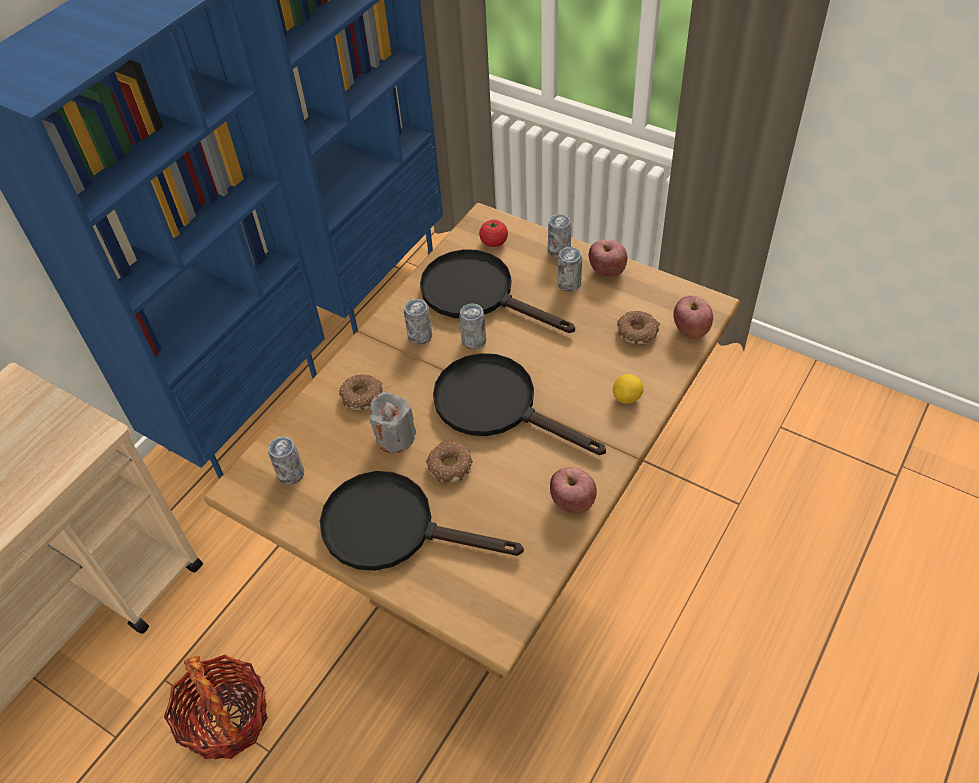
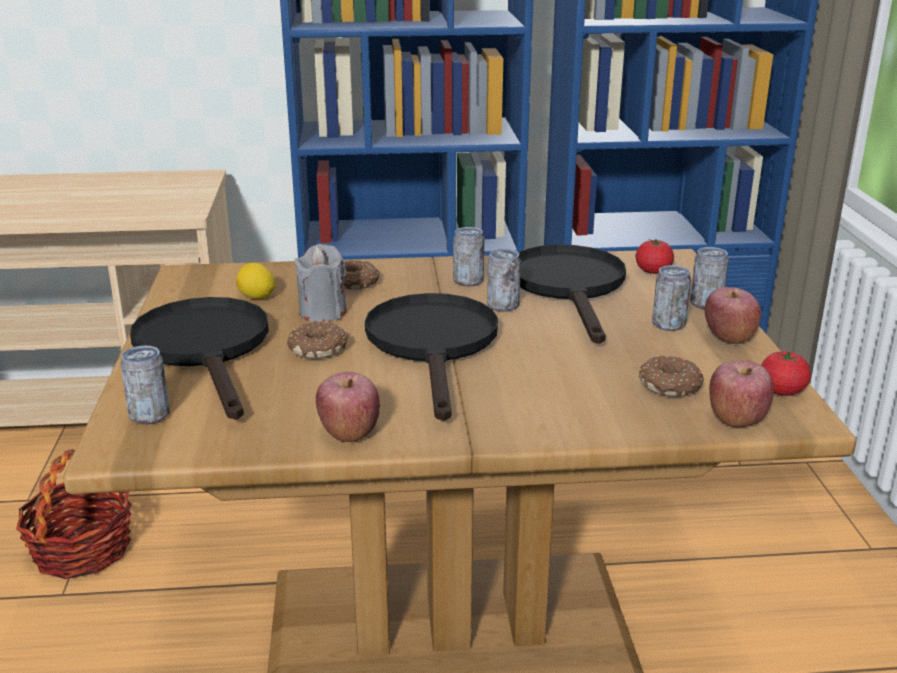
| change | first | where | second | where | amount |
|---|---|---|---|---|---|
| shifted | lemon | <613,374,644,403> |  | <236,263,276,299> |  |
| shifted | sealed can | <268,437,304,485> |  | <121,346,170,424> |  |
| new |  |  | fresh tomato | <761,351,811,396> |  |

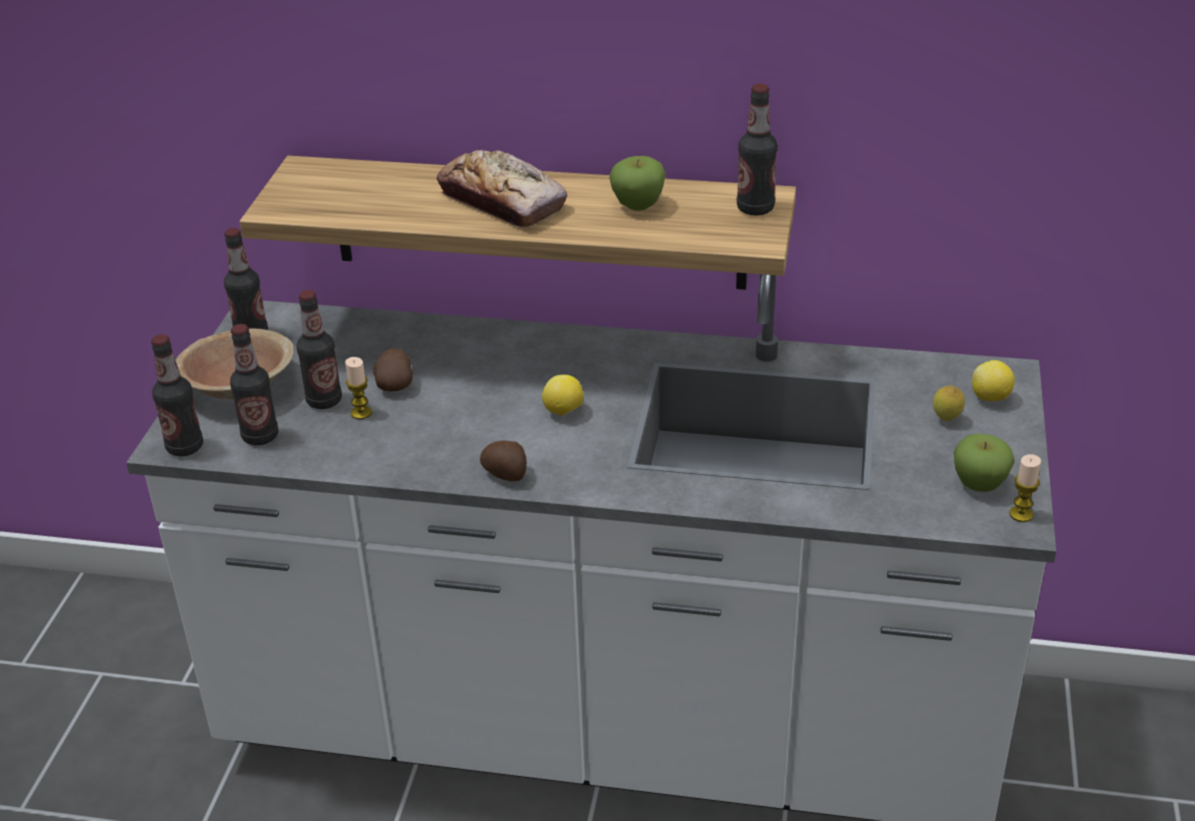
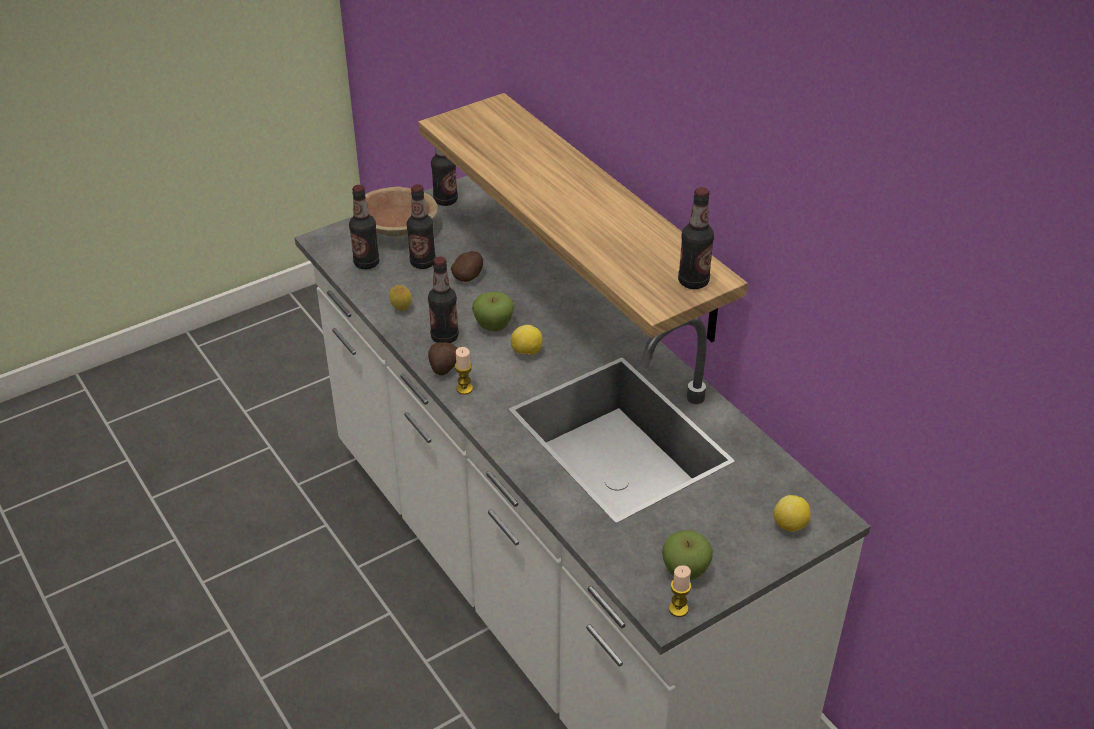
| change | first | where | second | where | amount |
|---|---|---|---|---|---|
| gone | bakery bread | <437,150,567,227> |  |  |  |
| shifted | apple | <609,156,666,211> |  | <472,292,515,331> |  |
| shifted | bottle | <151,334,203,456> |  | <428,257,459,343> |  |
| shifted | wax candle | <345,357,372,419> |  | <455,347,473,395> |  |
| shifted | lemon | <933,386,965,421> |  | <389,285,412,311> |  |

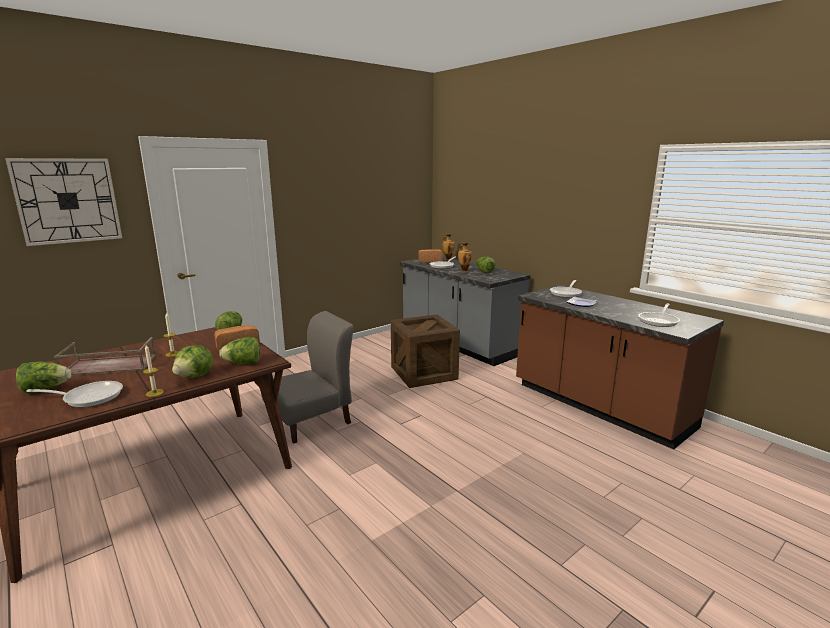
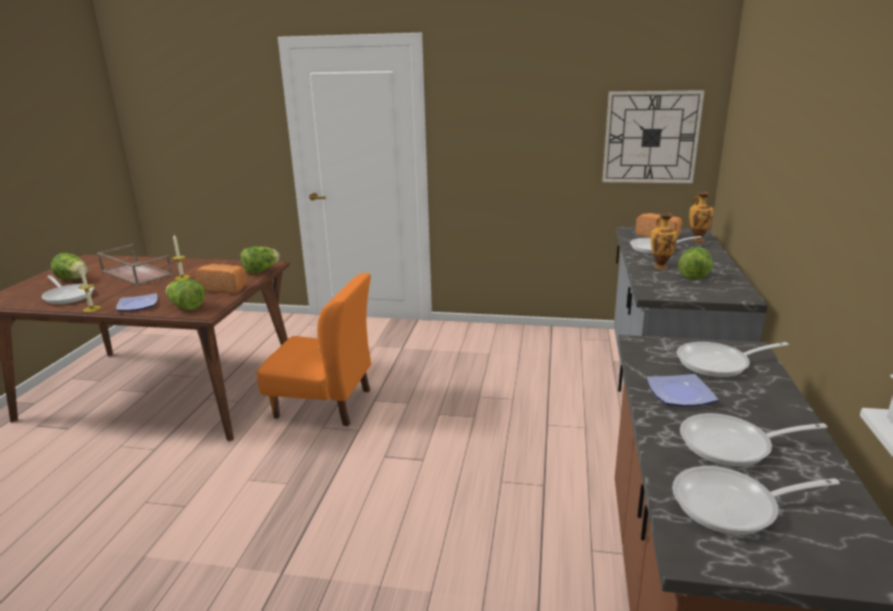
| change | first | where | second | where | amount |
|---|---|---|---|---|---|
| shifted | wall clock | <5,158,122,246> |  | <602,90,705,183> |  |
| repainted | plain chair (gray) | <261,311,354,444> | plain chair (orange) | <257,273,371,426> |  |
| gone | crate | <391,314,460,388> |  |  |  |
| swapped | lettuce | <172,345,213,378> | plate | <116,293,158,311> |  |
| new |  |  | skillet | <680,413,827,467> |  |

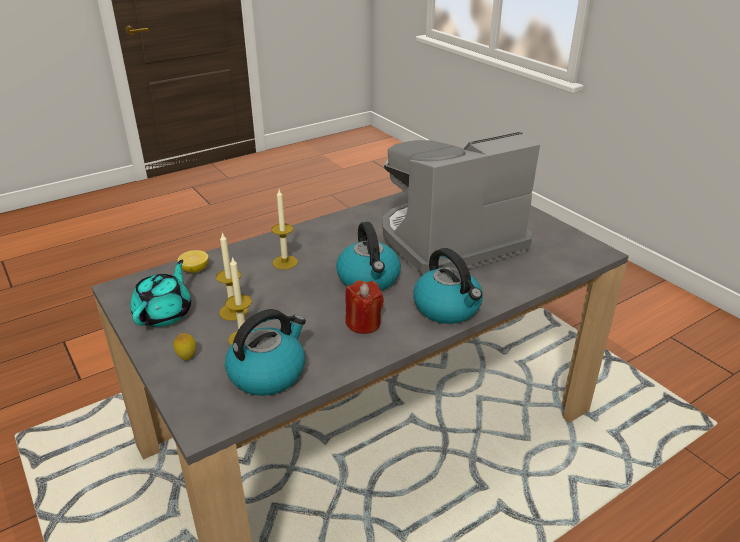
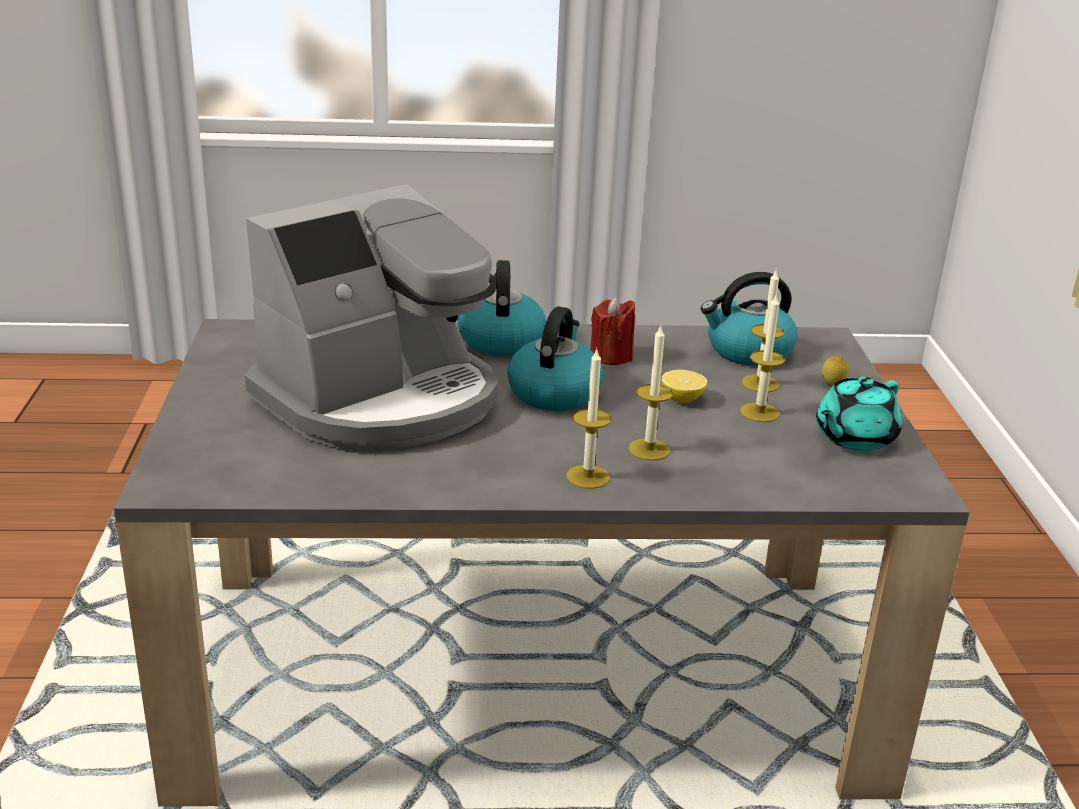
| change | first | where | second | where | amount |
|---|---|---|---|---|---|
| rotated | coffee brewer | <382,132,540,276> |  | <245,184,498,451> | 45 degrees counterclockwise |
| shifted | lemon | <178,250,208,273> |  | <661,370,707,403> |  |
| new |  |  | wax candle | <567,348,611,489> |  |

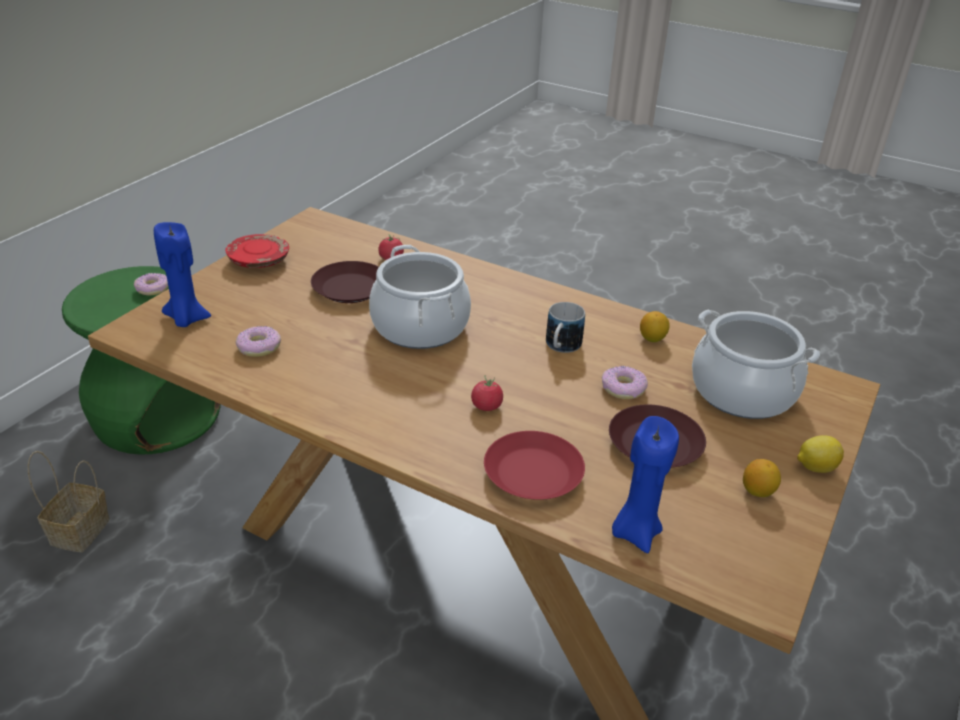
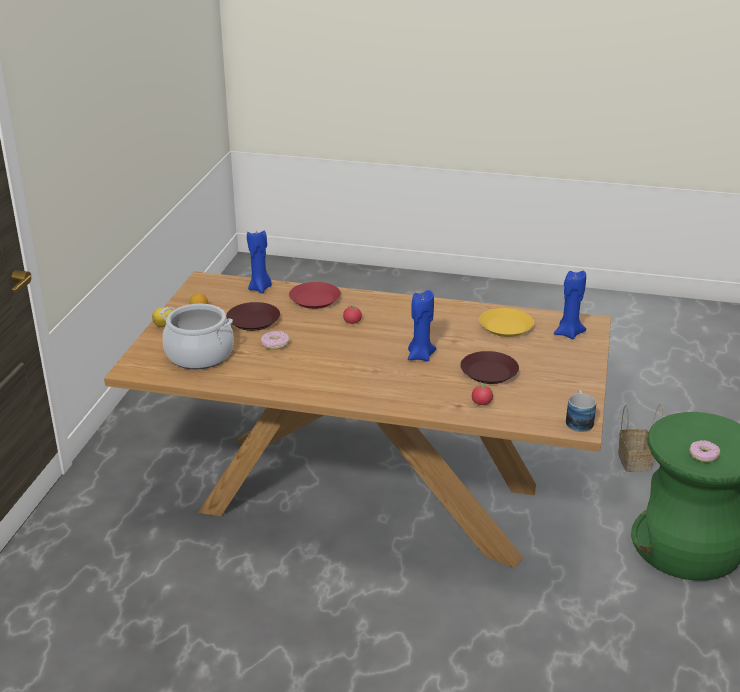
| change | first | where | second | where | amount |
|---|---|---|---|---|---|
| gone | plate (red-coloured) | <225,234,289,268> |  |  |  |
| swapped | saucepot | <369,245,471,349> | wax candle (bluish) | <408,290,436,362> |  |
| shifted | tea mug | <546,302,585,353> |  | <566,390,596,432> |  |
| gone | lemon | <640,311,670,342> |  |  |  |
| swapped | ring doughnut | <235,326,281,357> | plate (yellow-coloured) | <479,308,534,337> |  |

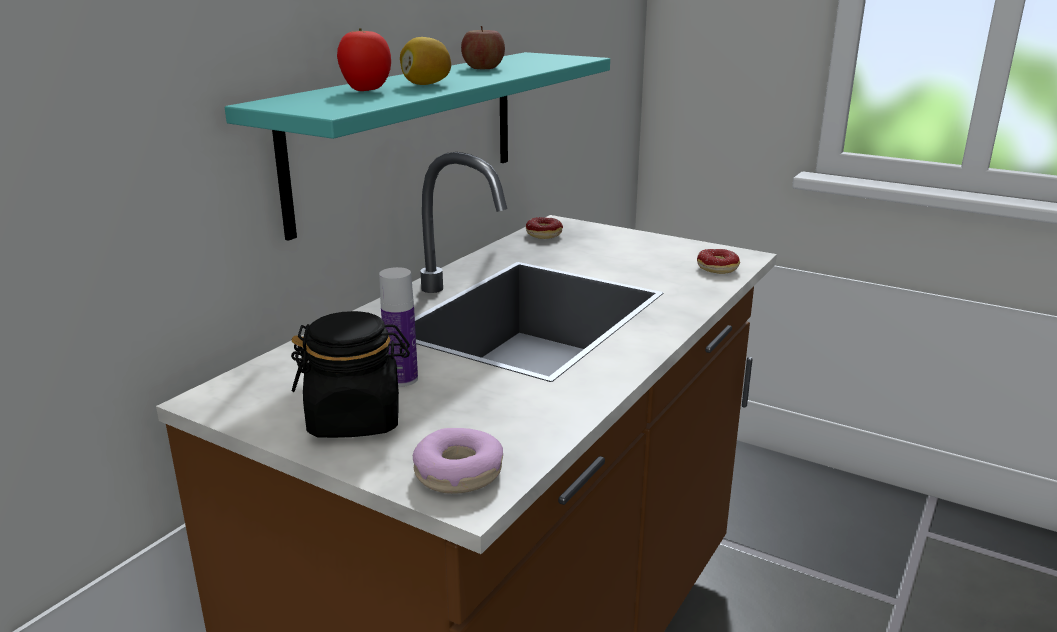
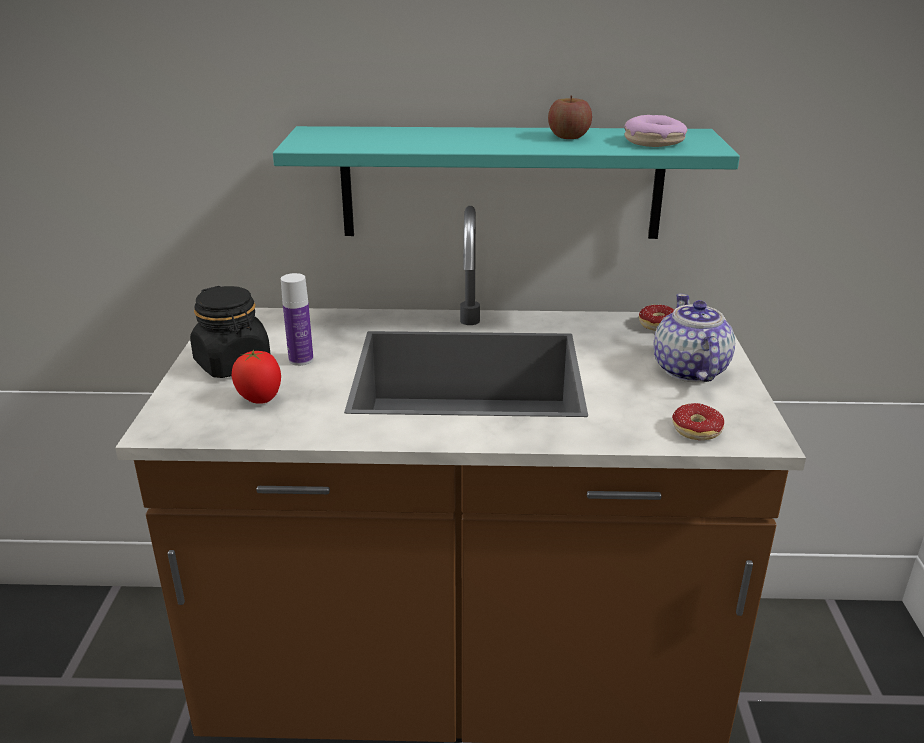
| change | first | where | second | where | amount |
|---|---|---|---|---|---|
| shifted | fresh tomato | <337,28,391,91> |  | <231,349,281,404> |  |
| gone | lemon | <400,37,451,85> |  |  |  |
| shifted | ring doughnut | <413,428,503,494> |  | <624,115,687,147> |  |
| new |  |  | tea pot | <654,294,735,382> |  |

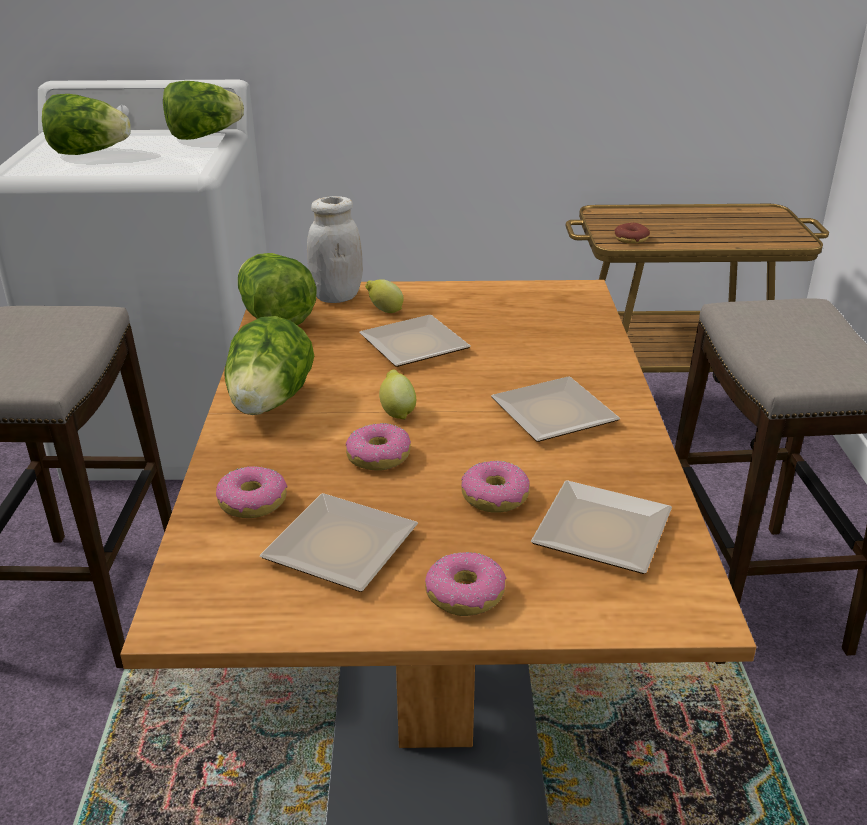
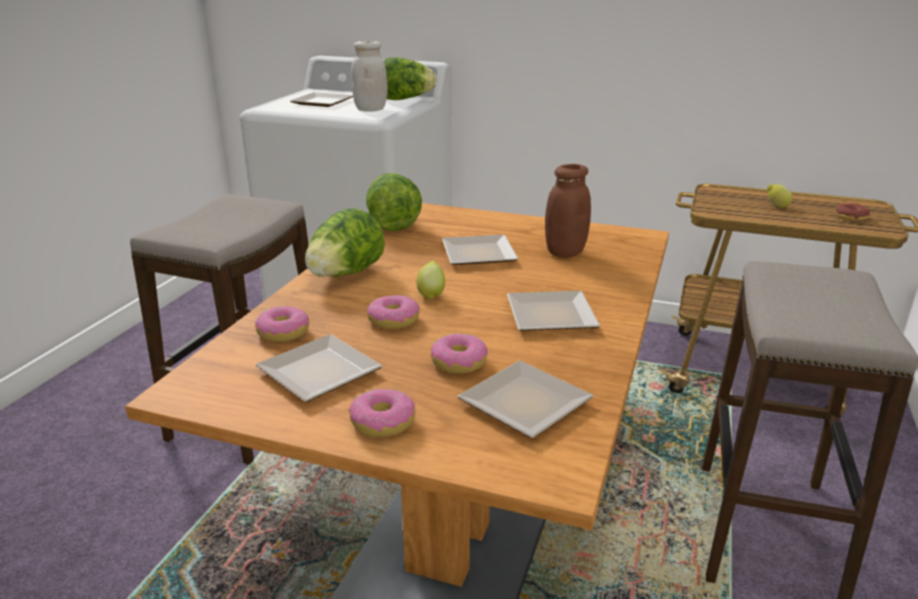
| change | first | where | second | where | amount |
|---|---|---|---|---|---|
| swapped | lettuce | <42,94,131,155> | plate | <290,92,353,107> |  |
| shifted | preserve jar (whitish) | <307,196,363,303> |  | <351,41,388,112> |  |
| shifted | ring doughnut | <614,223,650,244> |  | <836,203,870,221> |  |
| shifted | lemon | <365,279,404,313> |  | <767,184,792,208> |  |
| new |  |  | preserve jar (brownish) | <545,164,591,257> |  |

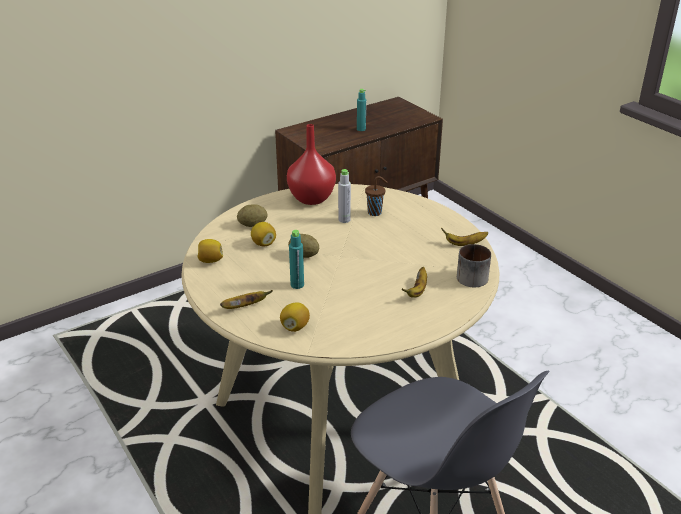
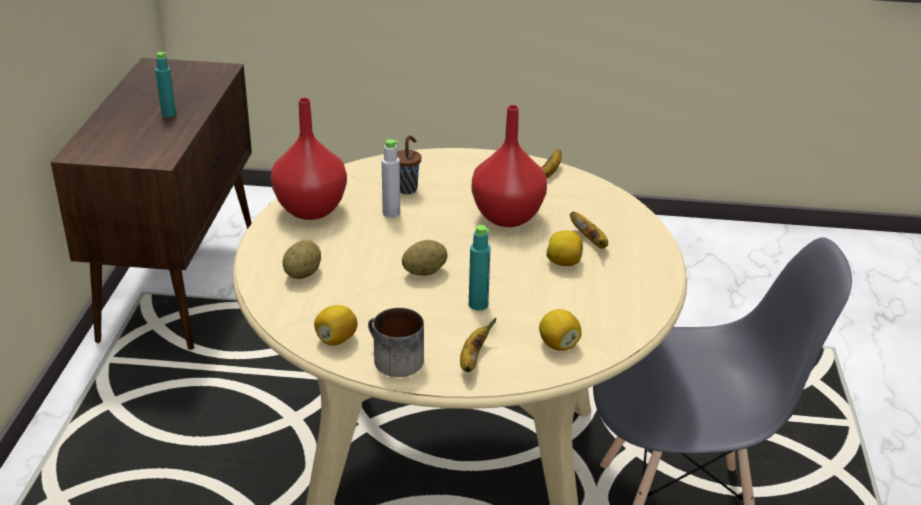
| change | first | where | second | where | amount |
|---|---|---|---|---|---|
| shifted | lemon | <251,222,276,246> |  | <546,230,583,266> |  |
| shifted | tea mug | <457,244,491,287> |  | <368,308,424,377> |  |
| new |  |  | flower vase (red-coloured) | <472,105,547,227> |  |

